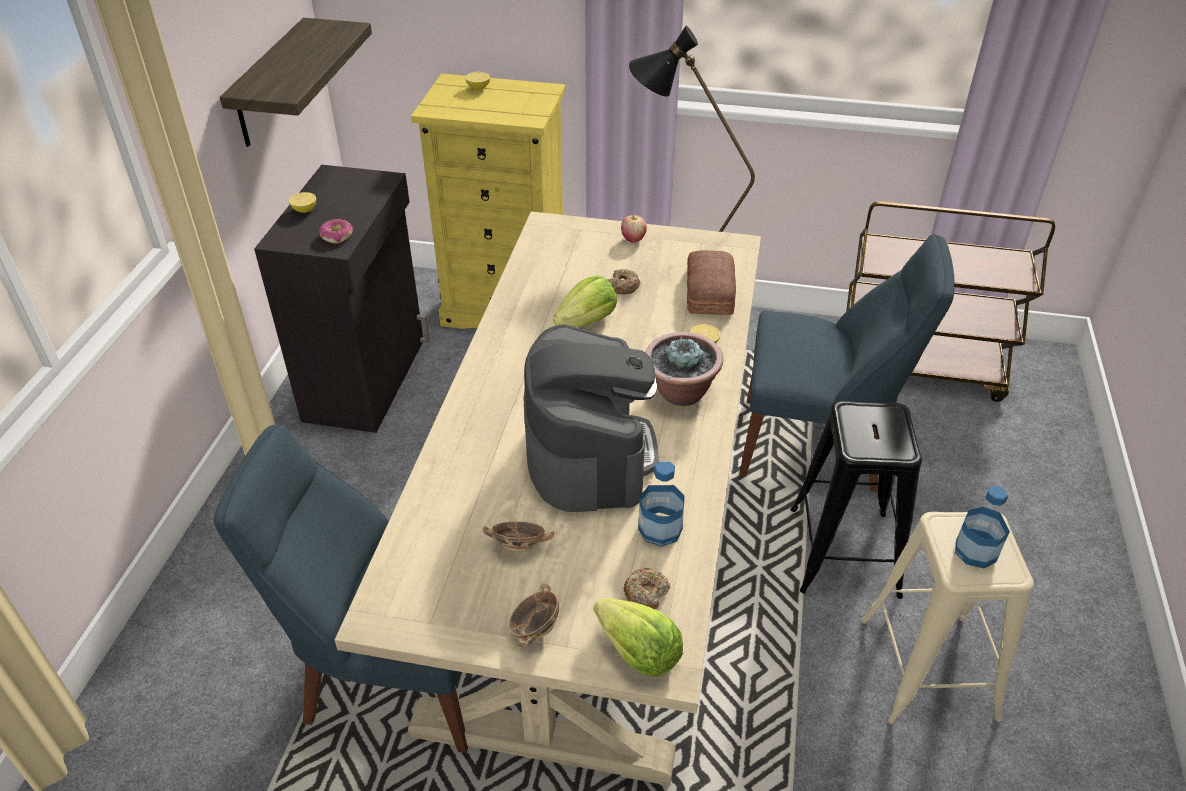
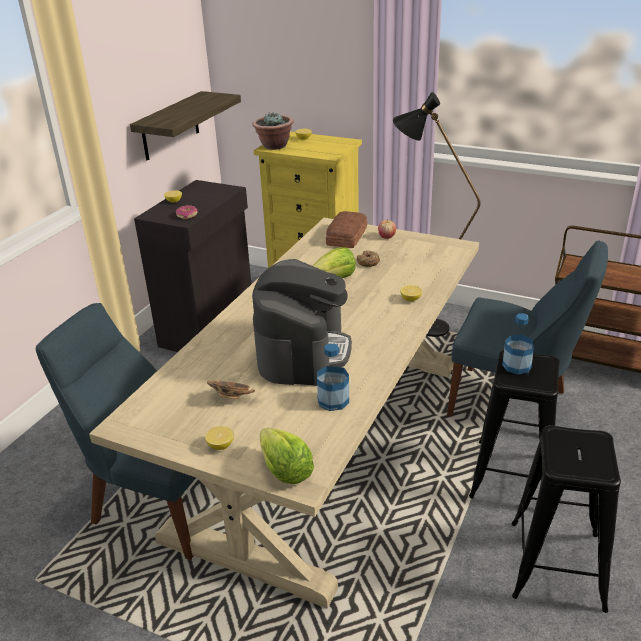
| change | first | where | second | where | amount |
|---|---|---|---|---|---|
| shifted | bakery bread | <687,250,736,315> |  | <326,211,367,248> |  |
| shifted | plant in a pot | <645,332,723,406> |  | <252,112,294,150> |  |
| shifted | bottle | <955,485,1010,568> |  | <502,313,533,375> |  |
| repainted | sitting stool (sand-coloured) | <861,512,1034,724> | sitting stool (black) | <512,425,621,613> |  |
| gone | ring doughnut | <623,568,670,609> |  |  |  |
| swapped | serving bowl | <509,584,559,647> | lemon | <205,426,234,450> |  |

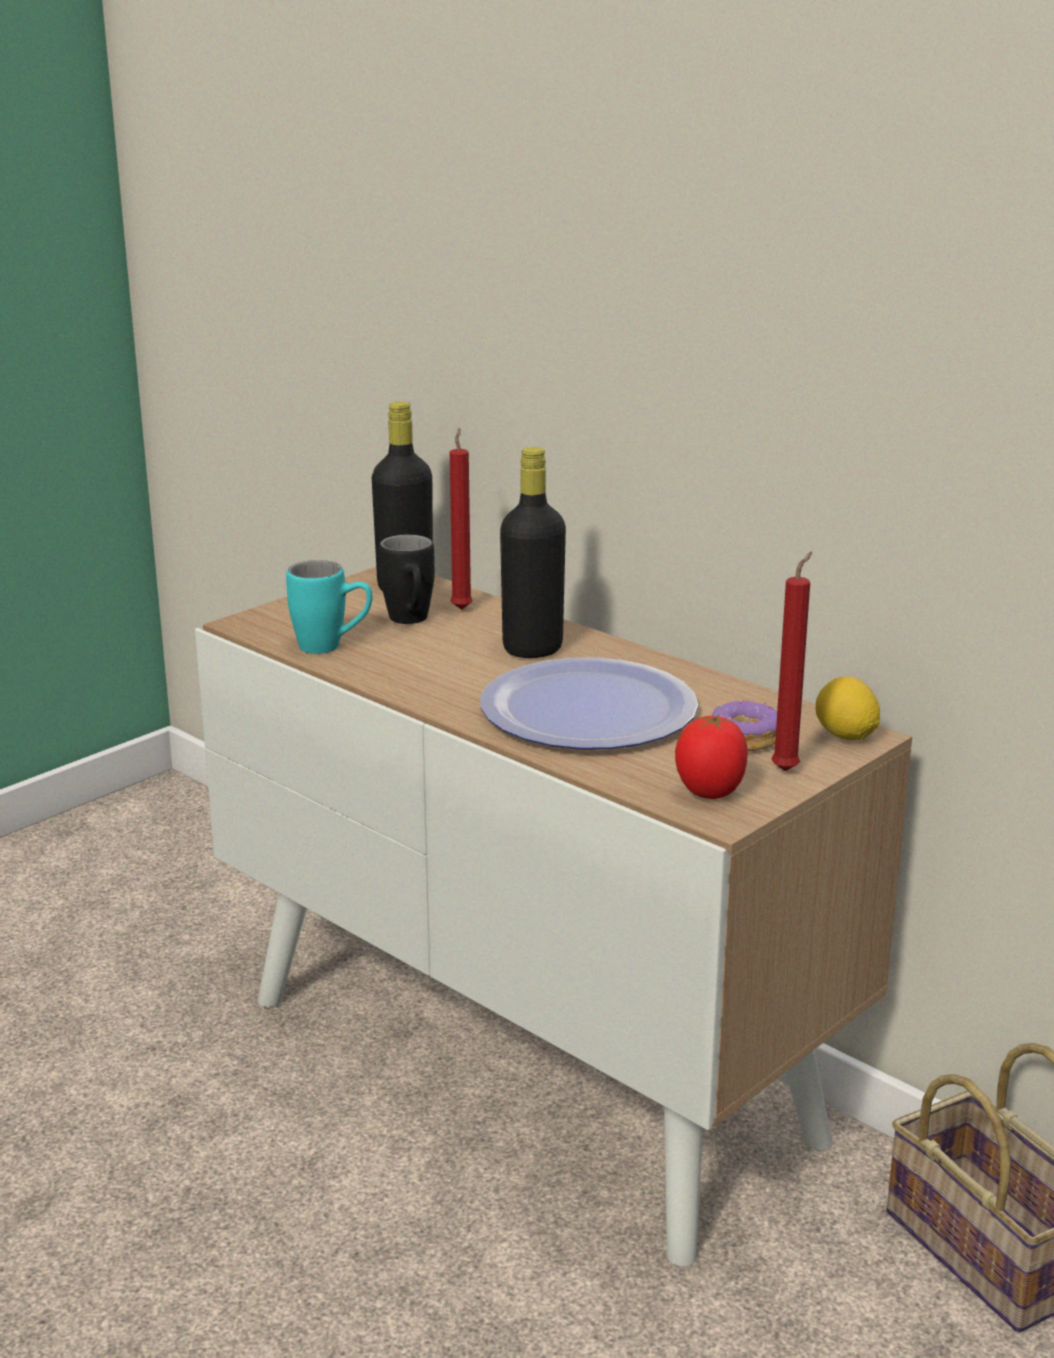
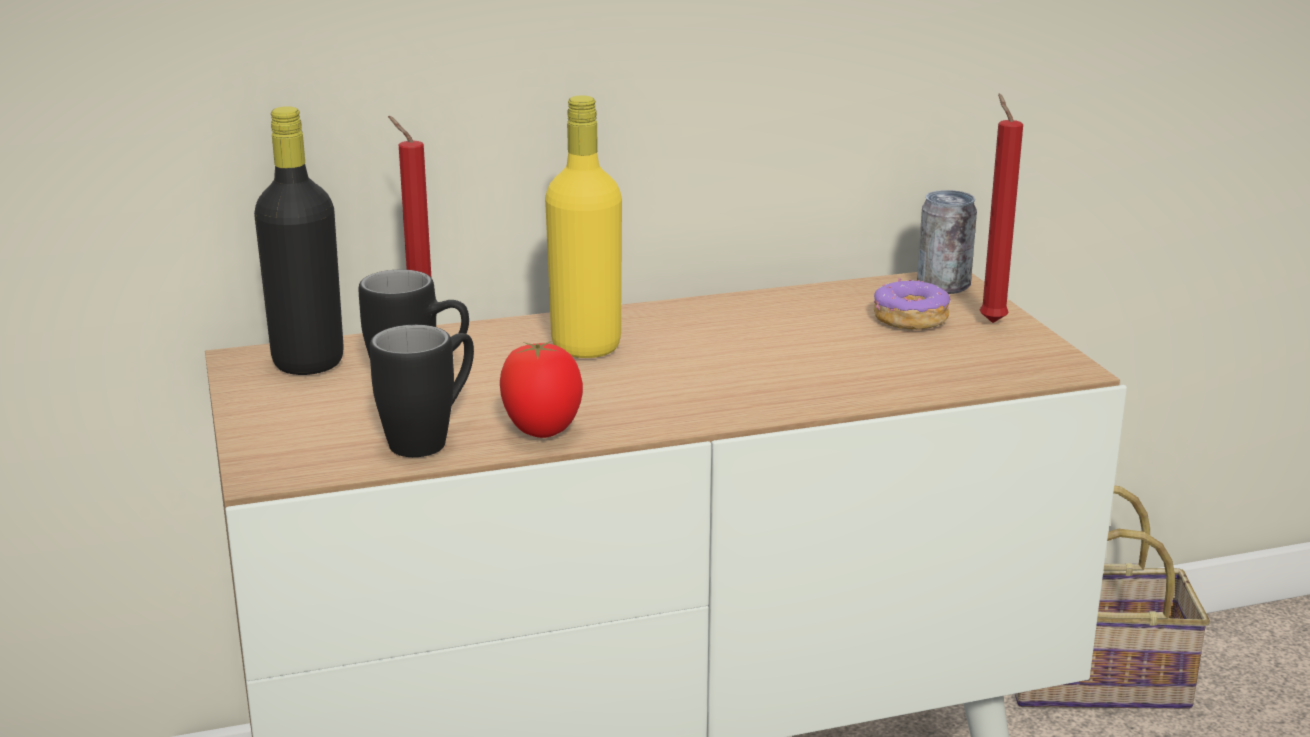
| change | first | where | second | where | amount |
|---|---|---|---|---|---|
| repainted | bottle (black) | <500,447,566,658> | bottle (yellow-coloured) | <545,95,622,358> |  |
| repainted | tea mug (turquoise-coloured) | <286,560,373,654> | tea mug (black) | <369,325,474,457> |  |
| gone | plate | <480,657,698,749> |  |  |  |
| swapped | lemon | <816,676,880,740> | sealed can | <917,190,977,294> |  |
| shifted | fresh tomato | <675,714,748,799> |  | <500,341,583,438> |  |

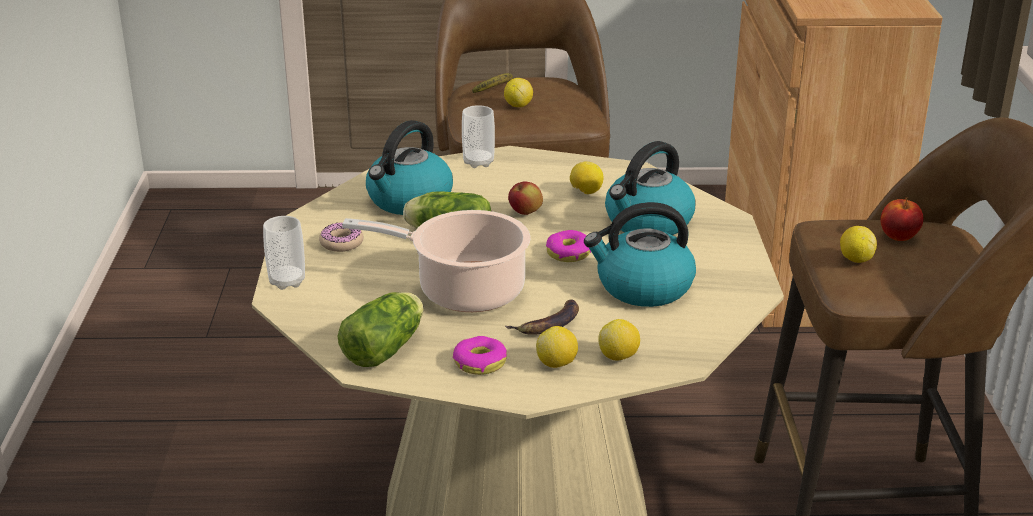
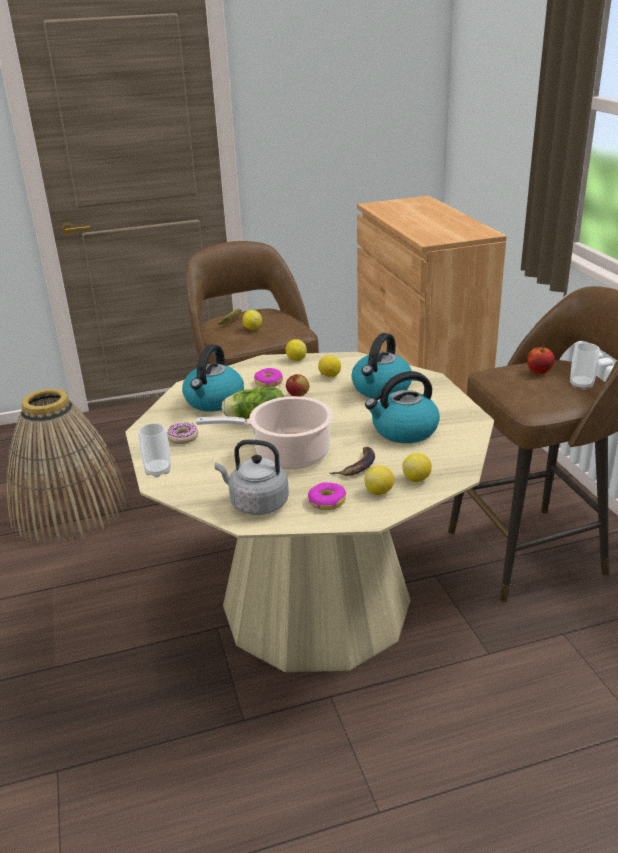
| change | first | where | second | where | amount |
|---|---|---|---|---|---|
| shifted | cup | <462,105,495,168> |  | <570,343,600,390> |  |
| shifted | lemon | <840,226,877,263> |  | <285,339,307,361> |  |
| shifted | ring doughnut | <546,230,591,262> |  | <254,368,283,388> |  |
| swapped | lettuce | <338,292,424,367> | kettle (gray) | <215,439,289,515> |  |
| new |  |  | household basket | <5,389,128,544> |  |

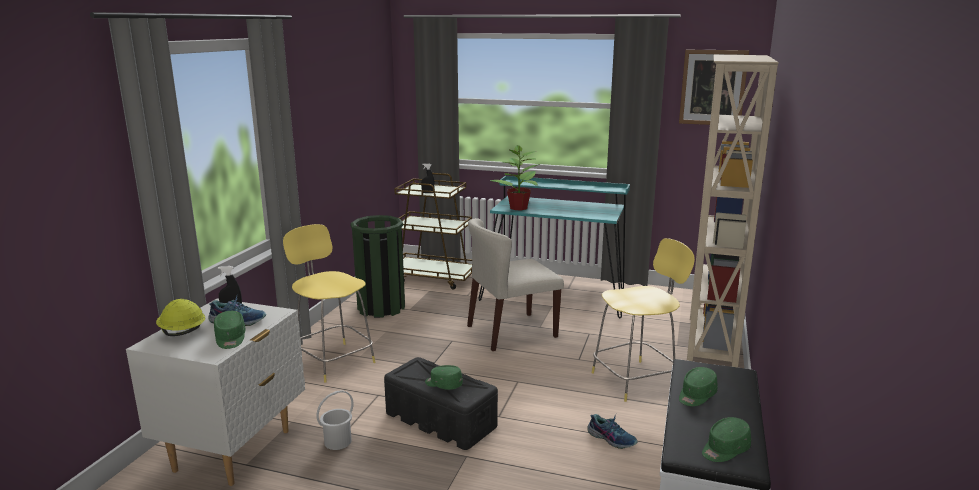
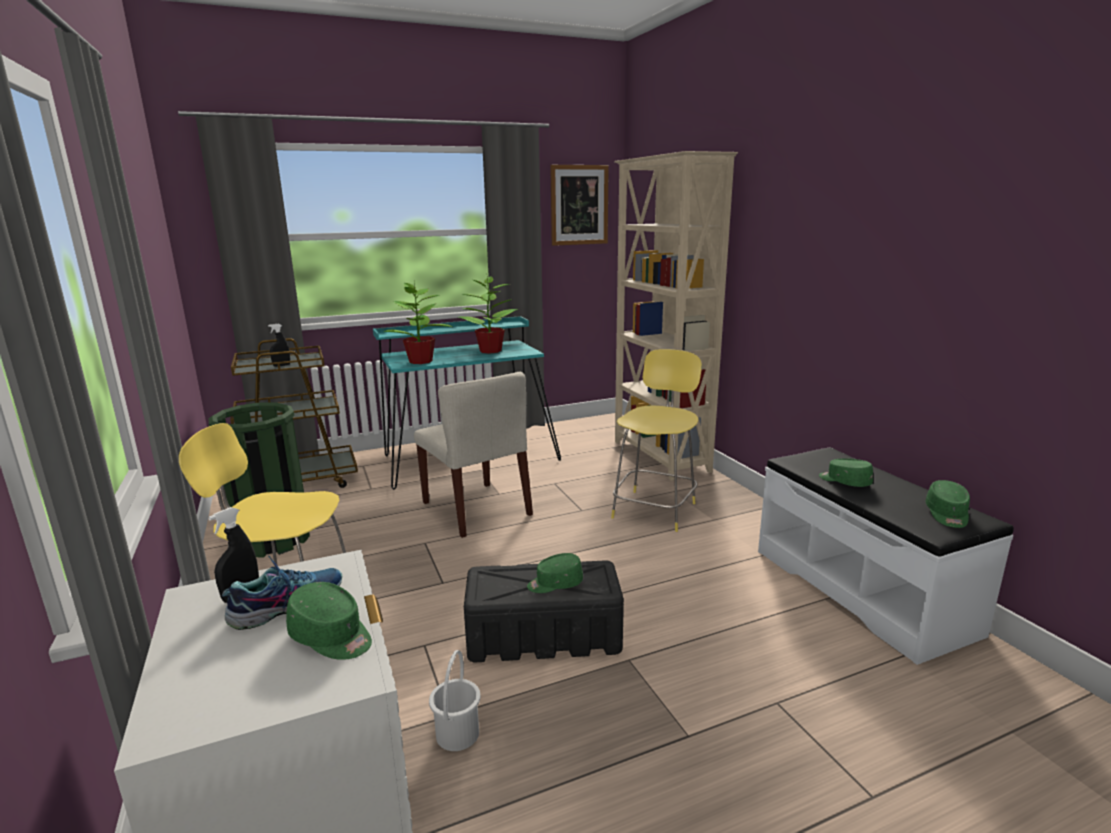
| change | first | where | second | where | amount |
|---|---|---|---|---|---|
| rotated | plain chair (sand-coloured) | <467,218,564,351> |  | <414,372,533,538> | 60 degrees counterclockwise |
| gone | safety helmet (yellow-coloured) | <156,299,205,336> |  |  |  |
| rotated | peaked cap (greenish) | <679,367,718,406> |  | <819,458,873,487> | 135 degrees clockwise |
| gone | shoe | <587,414,638,449> |  |  |  |
| new |  |  | plant in a pot | <458,276,518,354> |  |

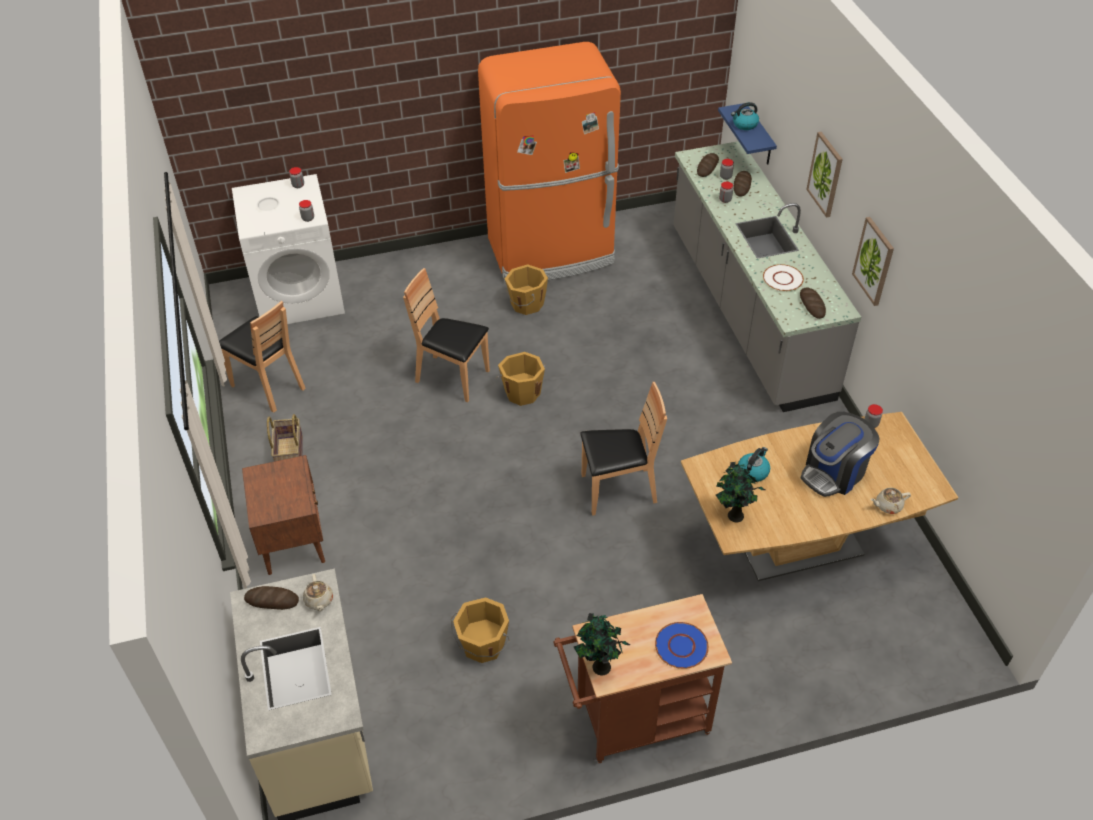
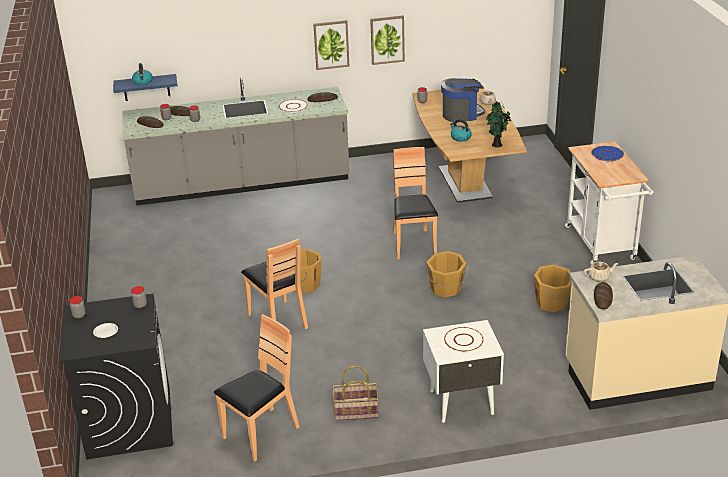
| change | first | where | second | where | amount |
|---|---|---|---|---|---|
| gone | fridge (orange) | <478,42,621,283> |  |  |  |
| shifted | wall picture | <806,132,843,218> |  | <370,16,405,65> |  |
| repainted | laundry appliance (whitish) | <232,174,345,324> | laundry appliance (black) | <60,294,173,460> |  |
| shifted | pail (orange) | <505,264,548,315> |  | <426,251,468,298> |  |
| rotated | plain chair (brownish) | <403,268,490,402> |  | <241,238,308,330> | 60 degrees counterclockwise |
| rotated | coffee brewer | <801,412,879,497> |  | <441,78,485,122> | 75 degrees counterclockwise |
| repainted | bedside table (brownish) | <242,455,325,575> | bedside table (whitish) | <423,320,504,423> |  |
| repainted | wheeled cart (brownish) | <553,594,732,763> | wheeled cart (whitish) | <565,141,653,265> |  |
| gone | plant in a pot | <574,613,630,675> |  |  |  |
| new |  |  | plate (whitish) | <444,327,484,352> |  |

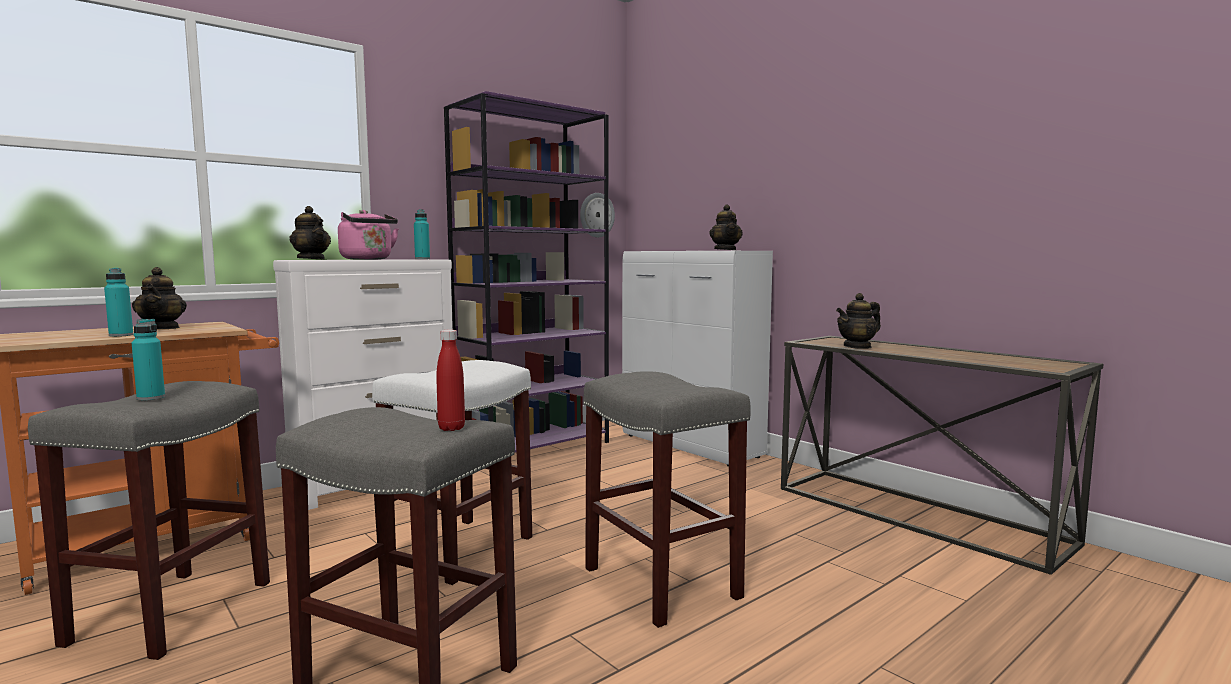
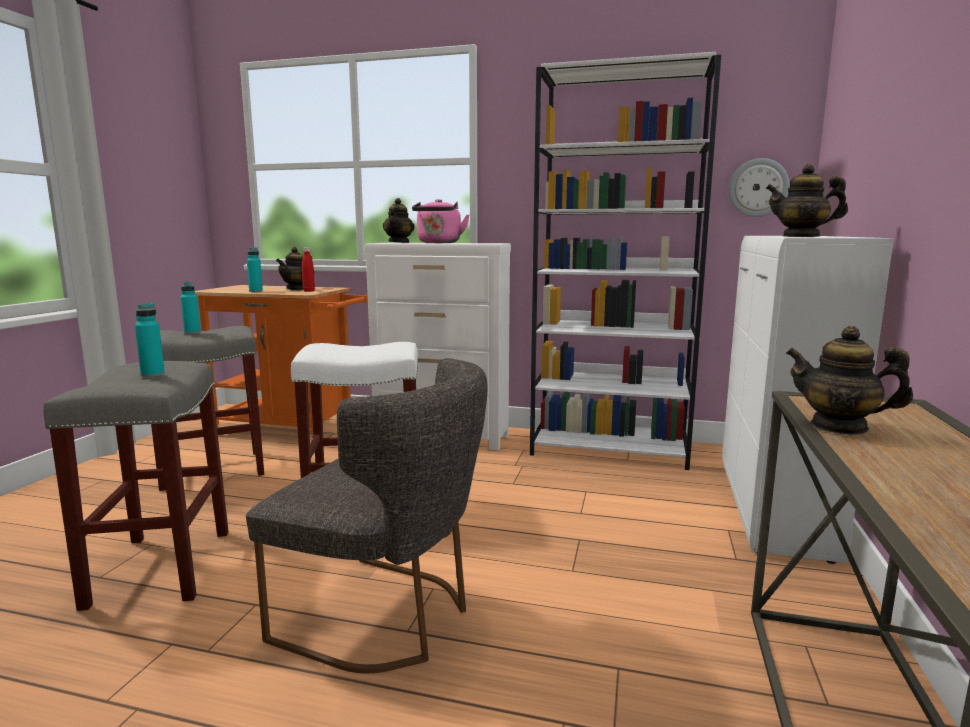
| change | first | where | second | where | amount |
|---|---|---|---|---|---|
| repainted | bookshelf (purple) | <444,91,609,453> | bookshelf (whitish) | <530,52,721,470> |  |
| rotated | tea pot | <709,205,743,250> |  | <765,164,848,237> | 60 degrees clockwise |
| shifted | bottle (turquoise-coloured) | <414,209,430,259> |  | <135,303,165,377> |  |
| shifted | bottle (red-coloured) | <436,330,465,431> |  | <302,247,315,292> |  |
| swapped | sitting stool (gray) | <583,371,750,628> | plain chair (gray) | <246,358,488,673> |  |

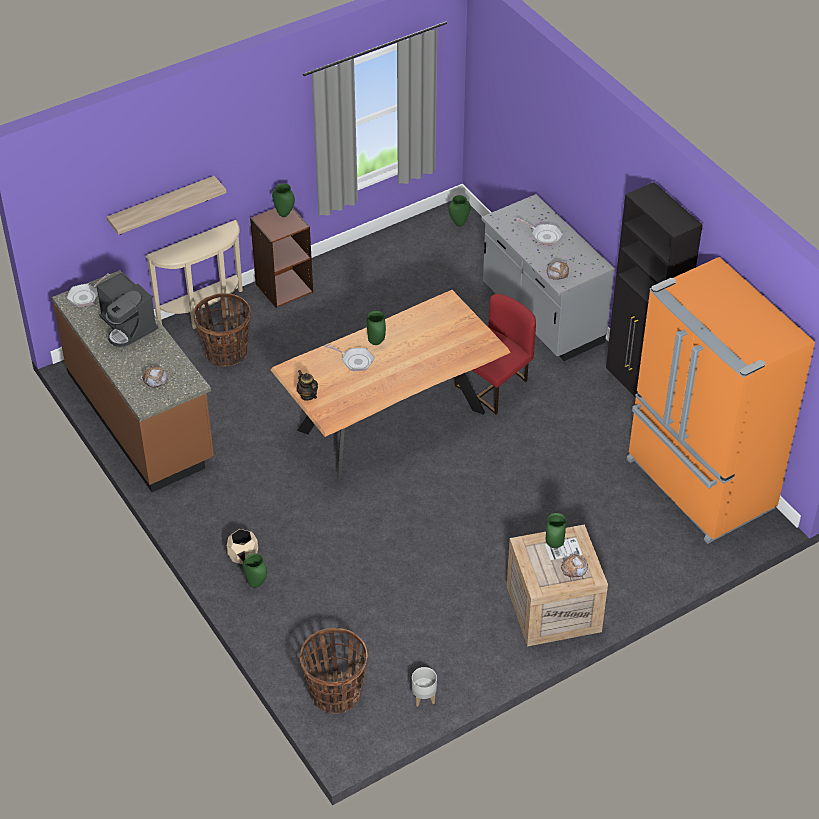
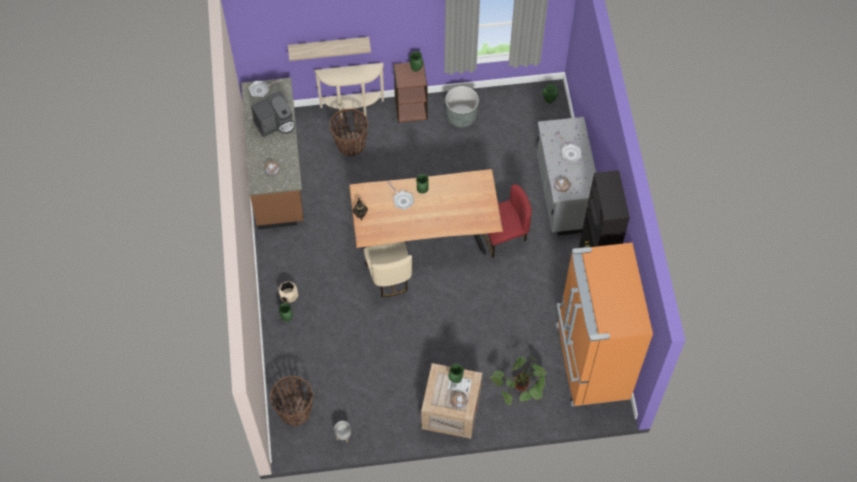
| change | first | where | second | where | amount |
|---|---|---|---|---|---|
| rotated | coffee brewer | <96,272,158,347> |  | <251,90,295,137> | 105 degrees counterclockwise |
| new |  |  | plant pot (gray) | <445,86,479,127> |  |
| new |  |  | plain chair (sand-coloured) | <363,242,412,297> |  |
| new |  |  | plant in a pot | <491,356,547,405> |  |

